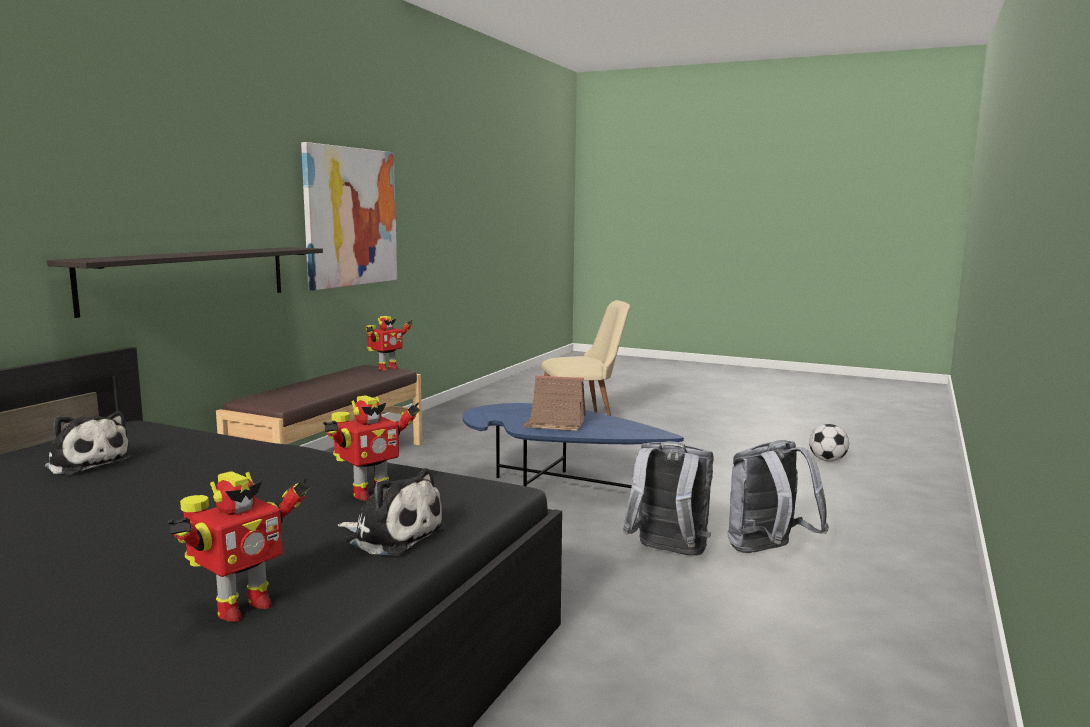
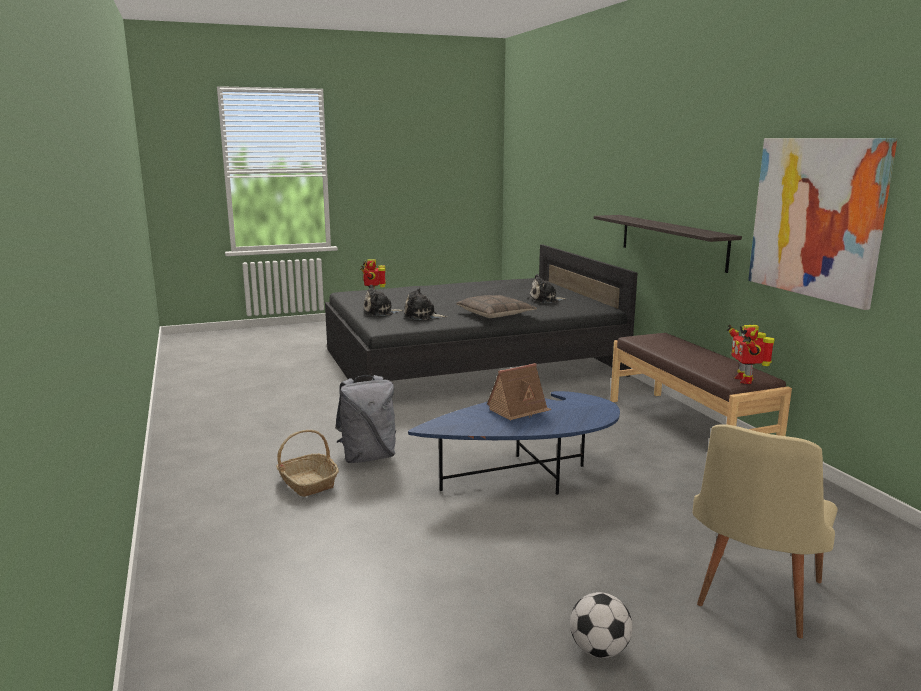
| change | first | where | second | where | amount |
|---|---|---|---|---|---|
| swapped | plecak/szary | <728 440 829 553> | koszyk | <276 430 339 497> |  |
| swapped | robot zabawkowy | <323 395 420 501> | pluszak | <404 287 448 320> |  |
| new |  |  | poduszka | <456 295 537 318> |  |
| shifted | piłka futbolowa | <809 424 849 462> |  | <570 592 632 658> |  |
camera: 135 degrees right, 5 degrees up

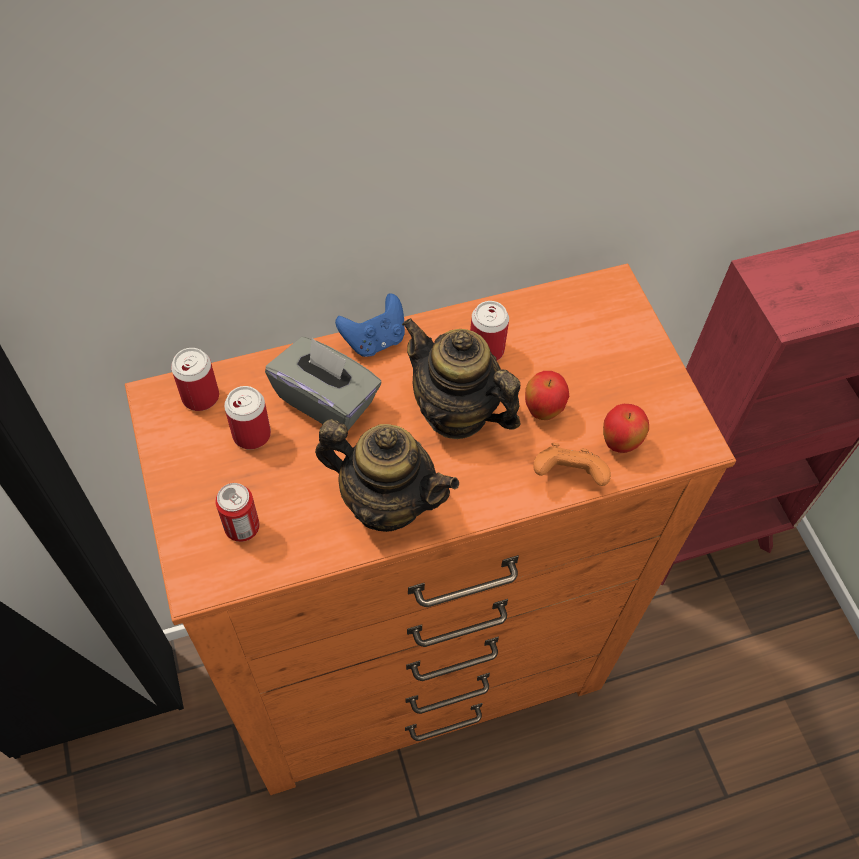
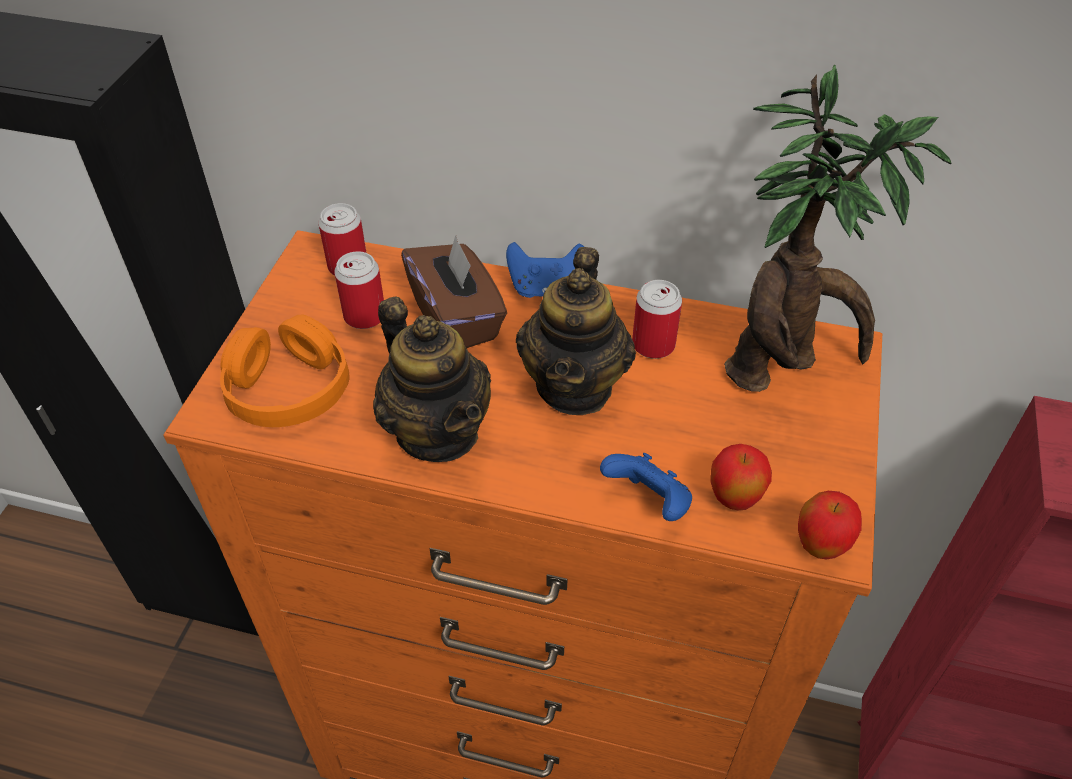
| change | first | where | second | where | amount |
|---|---|---|---|---|---|
| swapped | puszka | <215 483 260 542> | słuchawki/pomarańczowy | <220 315 350 427> |  |
| repainted | pudełko chusteczek/szary | <265 337 381 430> | pudełko chusteczek/brązowy | <401 235 507 348> |  |
| rotated | imbryk | <402 318 520 439> |  | <516 247 636 415> | 150 degrees counterclockwise |
| repainted | pad do gier/pomarańczowy | <533 443 611 486> | pad do gier/niebieski | <600 453 692 521> |  |
| new |  |  | roślina doniczkowa | <724 65 952 392> |  |
| shifted | jabłko | <525 371 569 420> |  | <798 491 862 559> |  |
camera: 35 degrees right, 10 degrees down

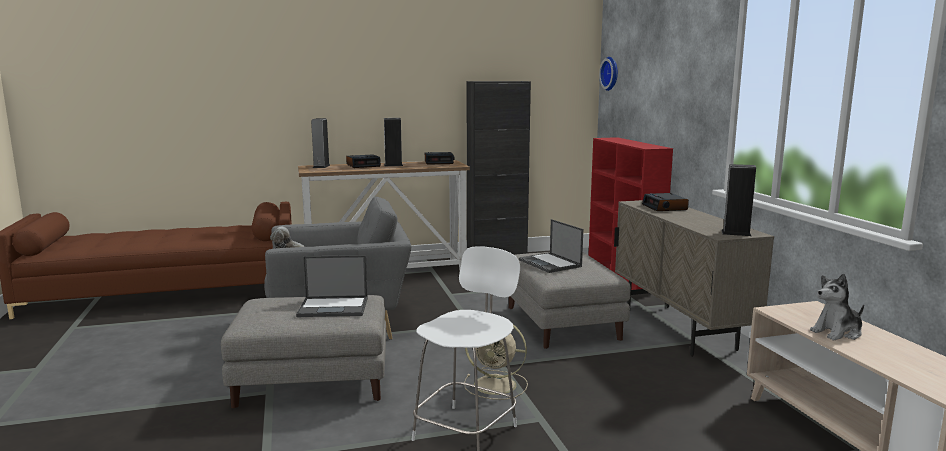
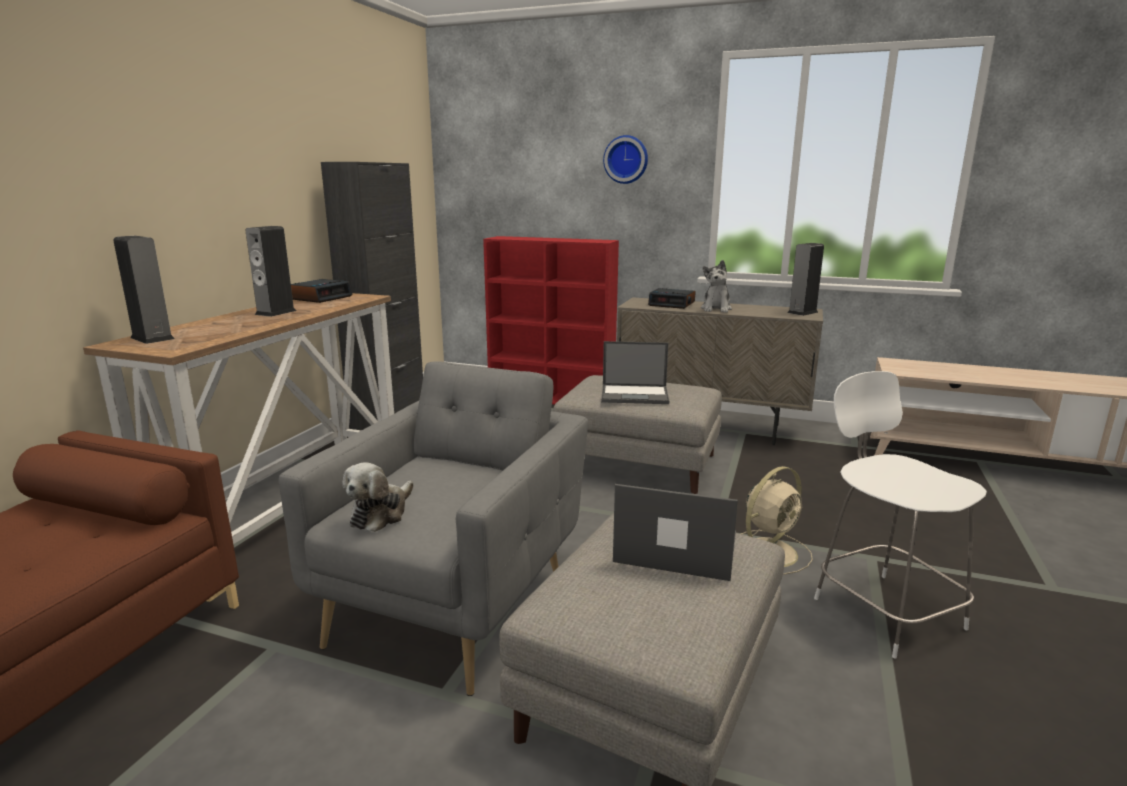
| change | first | where | second | where | amount |
|---|---|---|---|---|---|
| shifted | zegar ścienny | <599 57 618 91> |  | <603 135 648 184> |  |
| rotated | laptop | <296 255 368 317> |  | <613 484 738 581> | 105 degrees counterclockwise |
| shifted | pluszak | <810 274 864 340> |  | <701 260 732 313> |  |
| gone | budzik | <346 154 381 168> |  |  |  |
camera: 55 degrees left, 5 degrees up

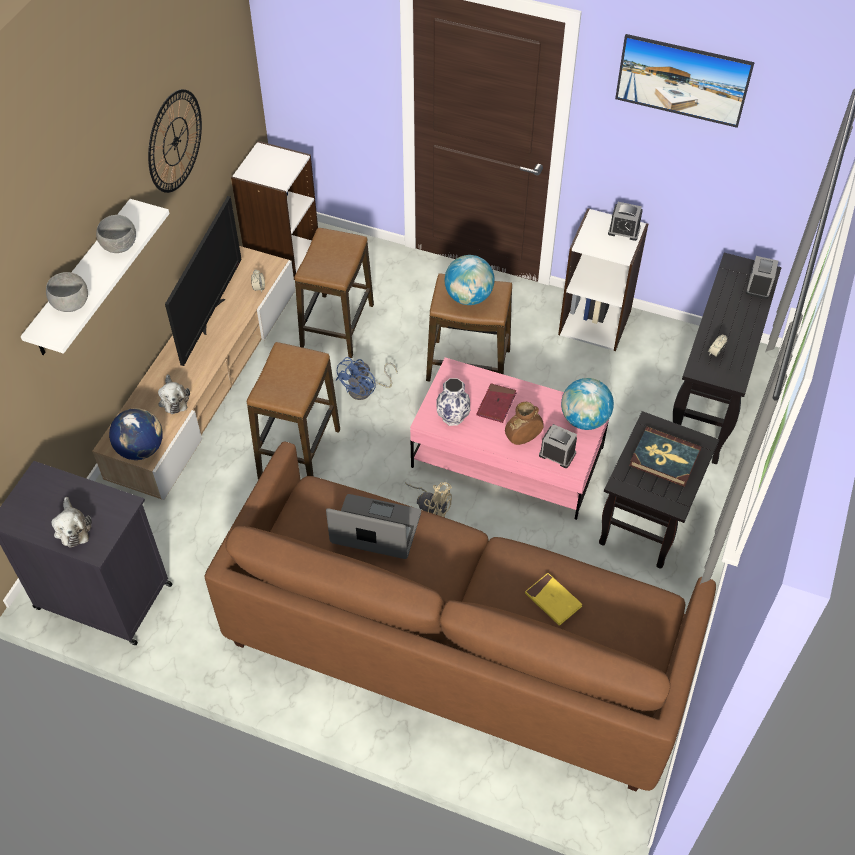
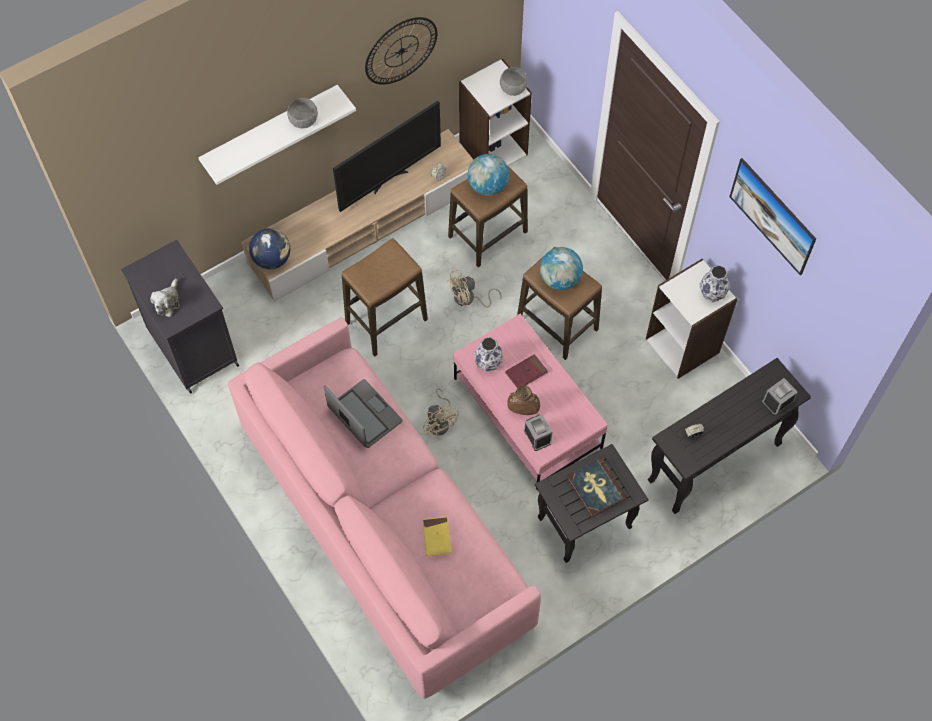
| change | first | where | second | where | amount |
|---|---|---|---|---|---|
| repainted | kanapa/brązowy | <205 442 716 791> | kanapa/różowy | <228 318 541 699> |  |
| repainted | wentylator/niebieski | <335 357 398 400> | wentylator/beżowy | <447 269 502 308> |  |
| shifted | globus | <561 378 614 430> |  | <467 154 509 196> |  |
| shifted | miska/szary | <46 272 88 312> |  | <500 67 528 96> |  |
| swapped | budzik | <608 202 643 241> | wazon | <699 265 730 302> |  |
| gone | pluszak | <158 374 190 414> |  |  |  |
camera: 35 degrees right, 10 degrees up

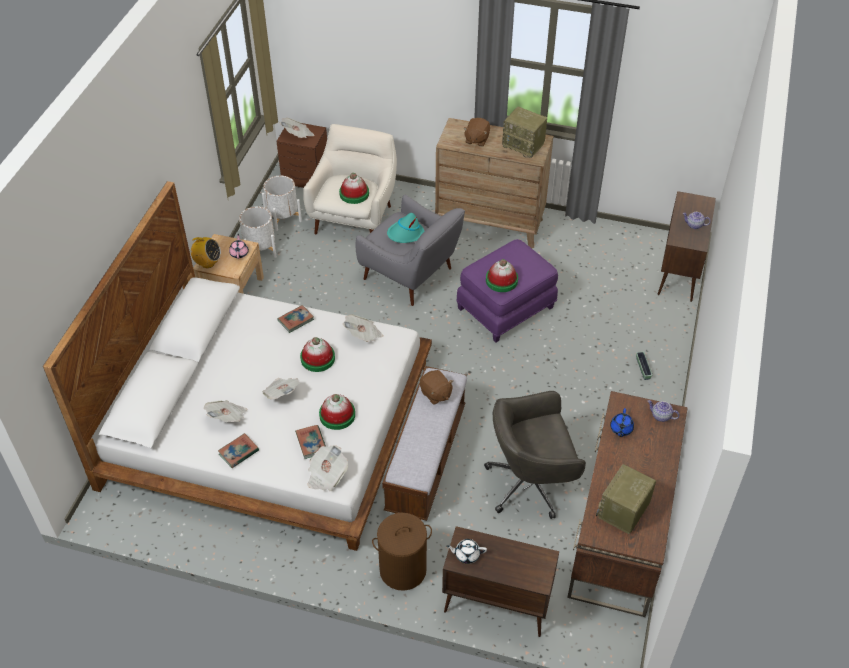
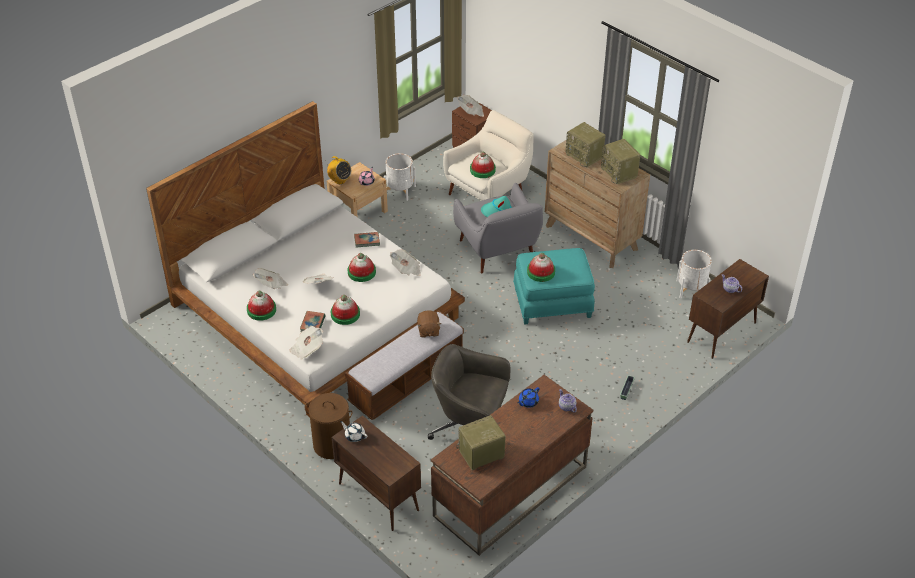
| change | first | where | second | where | amount |
|---|---|---|---|---|---|
| swapped | książka | <218 433 259 468> | kapelusz | <247 291 276 321> |  |
| repainted | pufa/fioletowy | <456 239 558 342> | pufa/turkusowy | <513 248 595 325> |  |
| swapped | pluszak/brązowy | <463 118 490 147> | radio | <566 122 606 167> |  |
| shifted | donica/biały | <262 175 302 231> |  | <677 250 712 299> |  |
camera: 30 degrees right, 5 degrees down

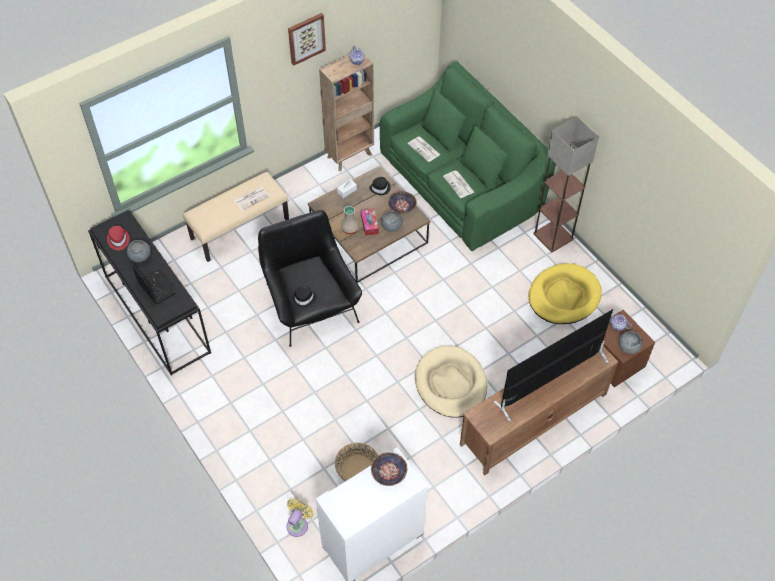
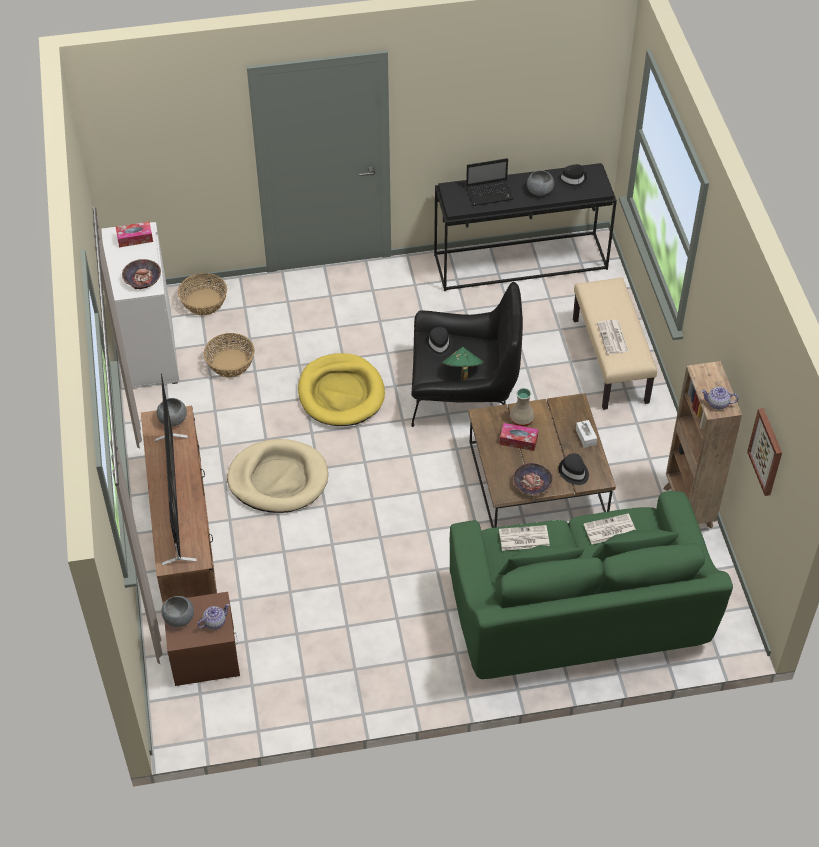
| change | first | where | second | where | amount |
|---|---|---|---|---|---|
| new |  |  | pudełko chusteczek | <116 222 153 247> |  |
| shifted | miska/szary | <381 211 403 232> |  | <157 398 187 426> |  |
| swapped | wentylator/żółty | <286 498 314 537> | koszyk | <178 273 227 315> |  |
| shifted | legowisko/żółty | <529 263 602 324> |  | <298 353 385 426> |  |
| new |  |  | kapelusz/zielony | <442 347 484 381> |  |
| repainted | kapelusz/czerwony | <107 226 130 250> | kapelusz/czarny | <557 164 587 188> |  |
| shifted | obraz | <288 13 326 66> |  | <747 408 782 496> |  |
| gone | lampa stojąca | <533 117 599 252> |  |  |  |
camera: 115 degrees right, 5 degrees down

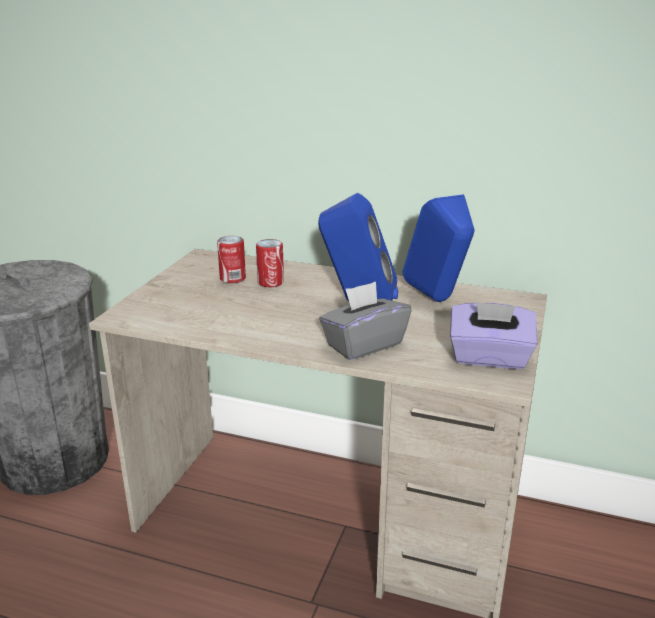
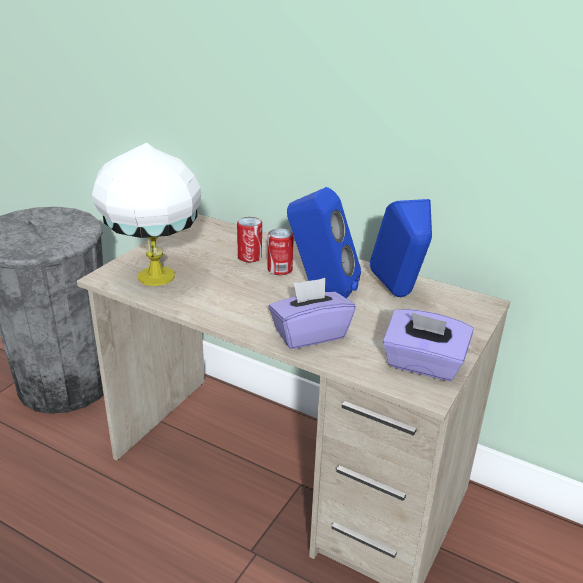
| change | first | where | second | where | amount |
|---|---|---|---|---|---|
| new |  |  | lampa stołowa/biały | <92 143 201 286> |  |
| shifted | puszka | <217 236 246 283> |  | <267 228 294 275> |  |
| repainted | pudełko chusteczek/szary | <319 281 412 360> | pudełko chusteczek/fioletowy | <269 278 356 349> |  |
camera: 10 degrees right, 5 degrees up

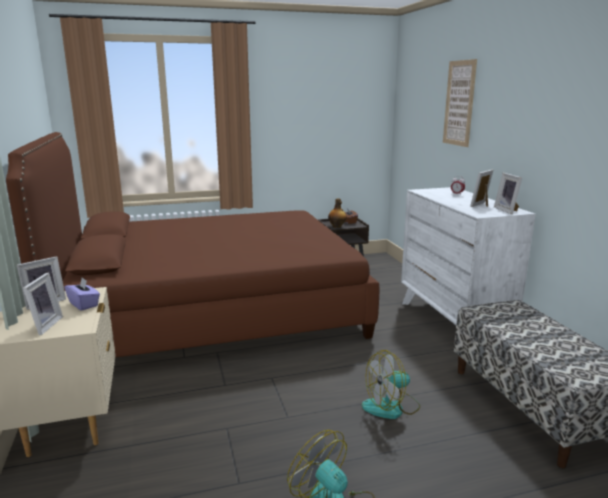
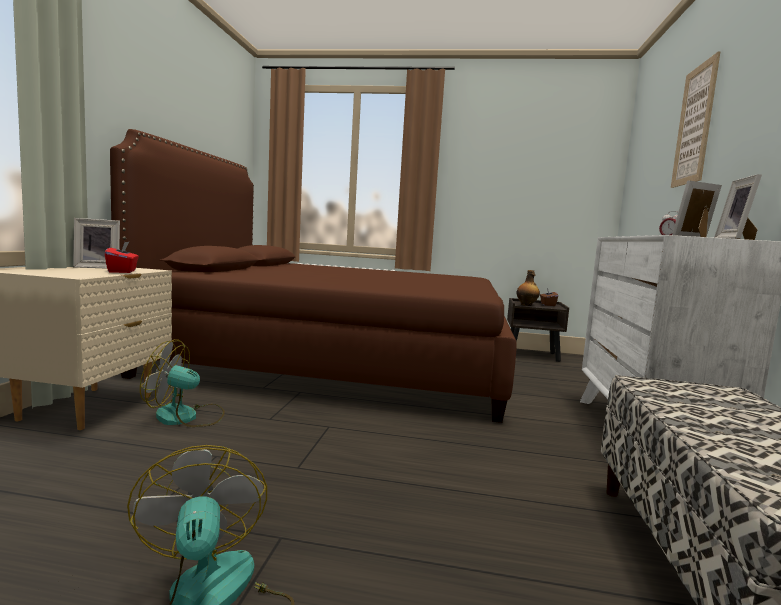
| change | first | where | second | where | amount |
|---|---|---|---|---|---|
| repainted | pudełko chusteczek/fioletowy | <65 278 100 311> | pudełko chusteczek/czerwony | <105 242 139 273> |  |
| shifted | wentylator | <362 350 420 419> |  | <140 339 225 427> |  |
| gone | ramka na zdjęcie | <23 273 63 336> |  |  |  |
camera: 25 degrees right, 10 degrees down

